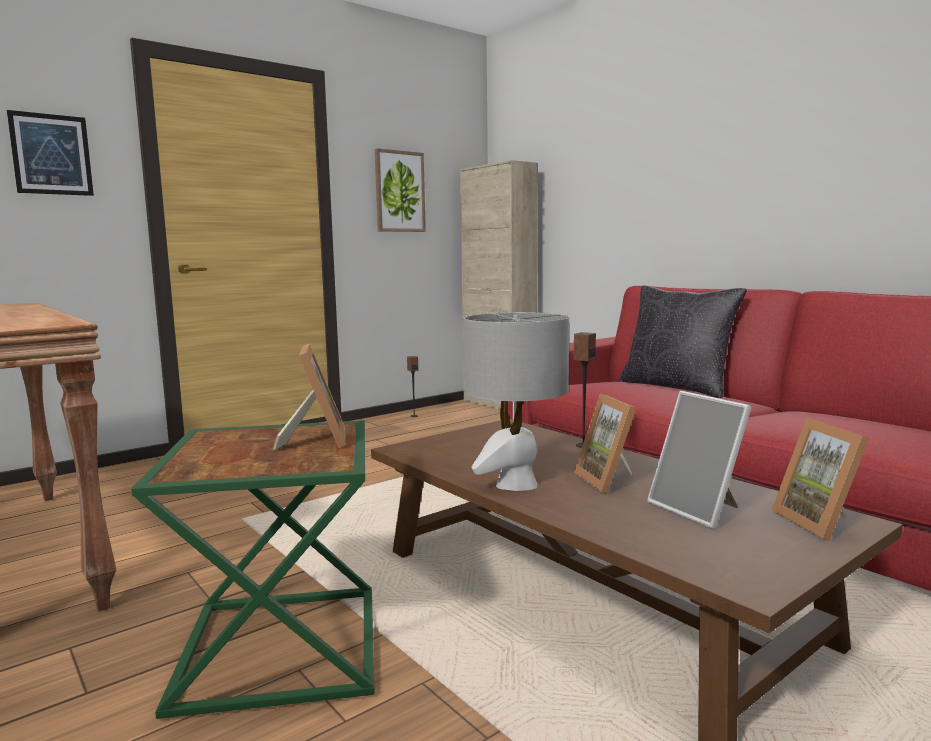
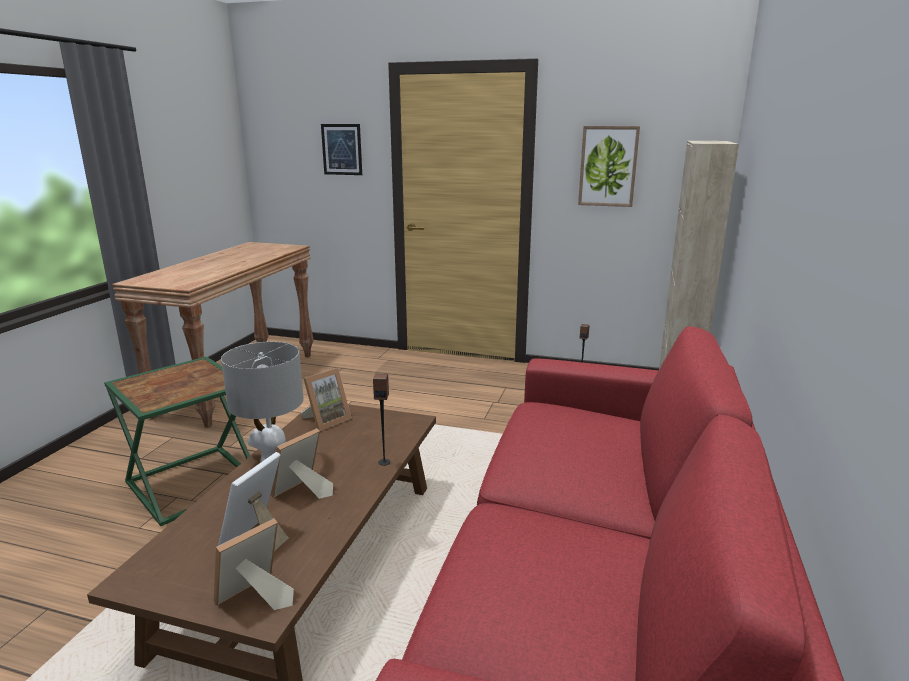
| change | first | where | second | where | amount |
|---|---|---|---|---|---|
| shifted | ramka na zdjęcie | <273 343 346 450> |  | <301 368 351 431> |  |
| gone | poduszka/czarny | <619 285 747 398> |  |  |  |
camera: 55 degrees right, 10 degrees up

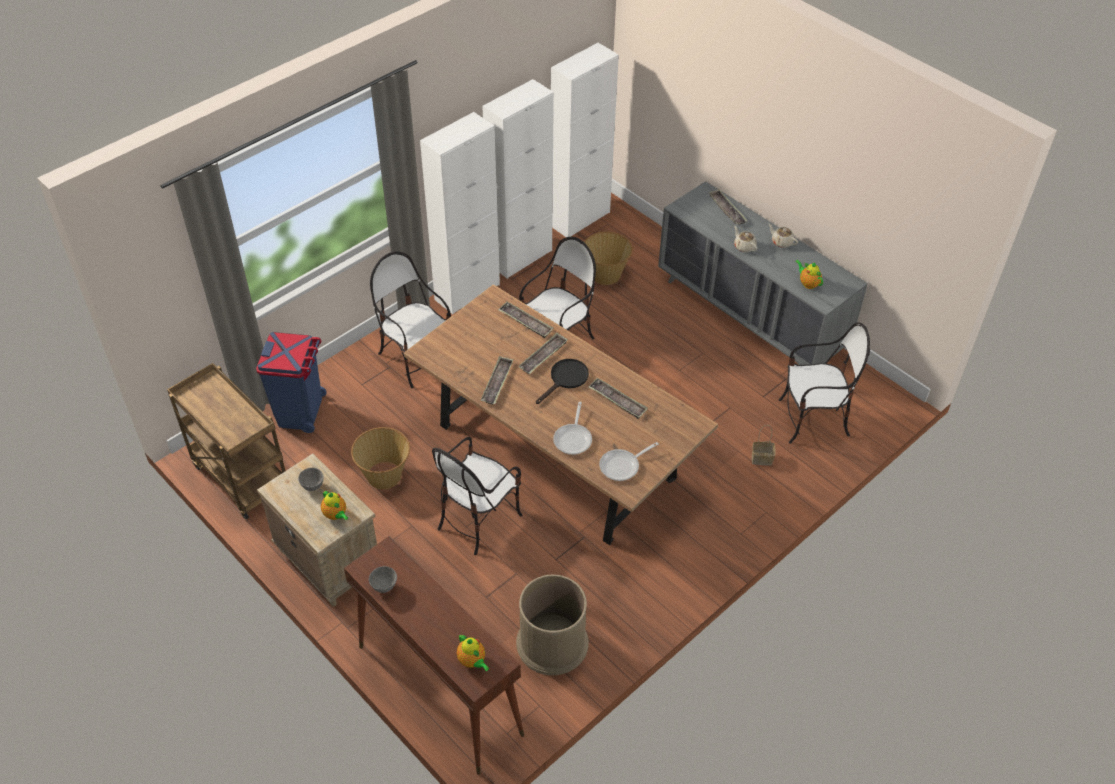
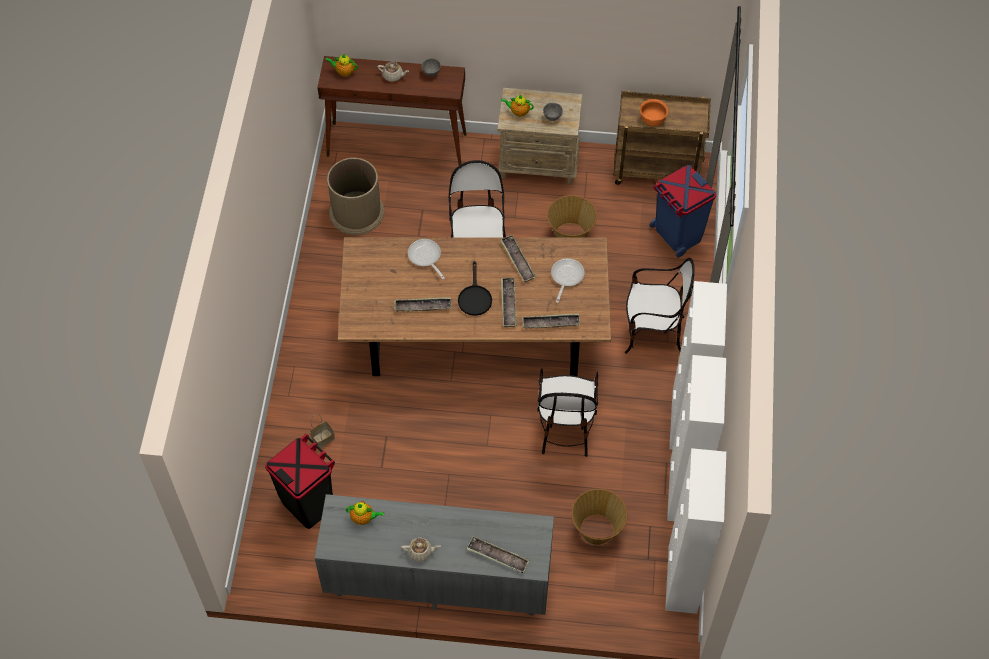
| change | first | where | second | where | amount |
|---|---|---|---|---|---|
| swapped | krzesło | <779 322 870 444> | kosz na śmieci/czarny | <265 434 335 529> |  |
| shifted | imbryk/beżowy | <734 226 757 252> |  | <377 62 409 82> |  |
| shifted | patelnia | <599 442 658 481> |  | <551 258 584 303> |  |
| new |  |  | miska/pomarańczowy | <640 99 668 127> |  |
camera: 140 degrees right, 10 degrees up

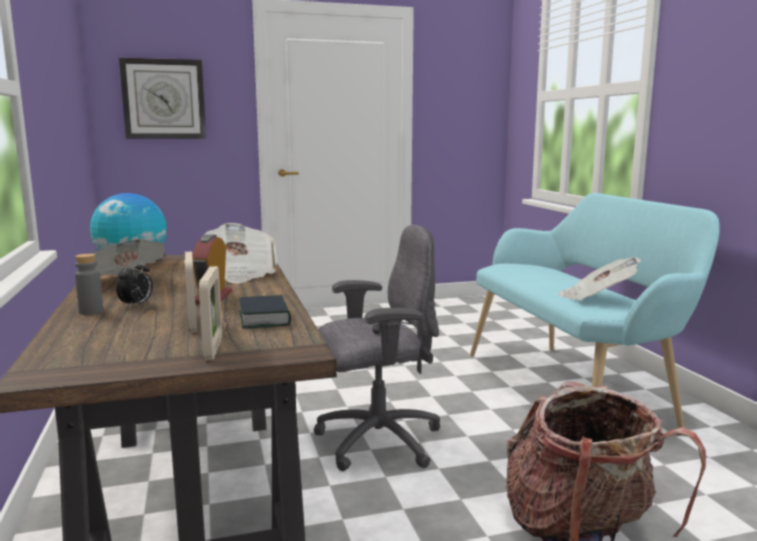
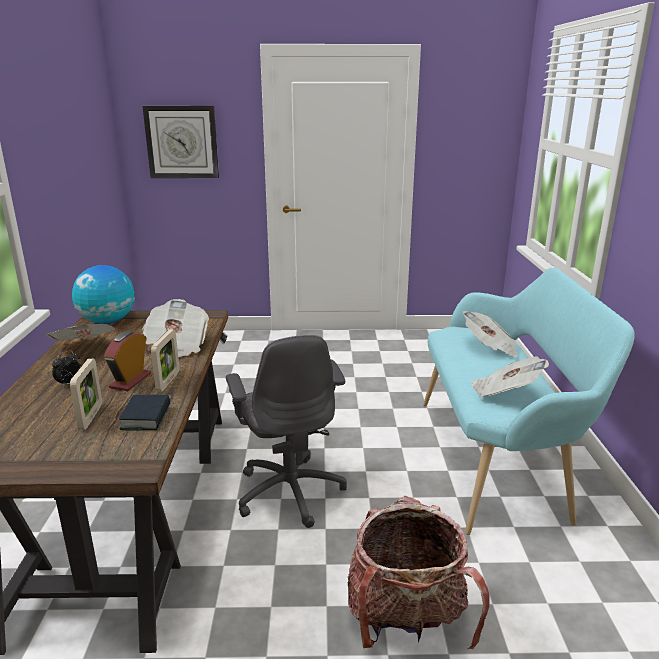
| change | first | where | second | where | amount |
|---|---|---|---|---|---|
| shifted | ramka na zdjęcie | <199 266 222 360> |  | <151 329 179 392> |  |
| rotated | krzesło biurowe/szary | <314 225 440 471> |  | <226 335 347 528> | 75 degrees clockwise |
| new |  |  | gazeta | <463 311 517 357> |  |
| gone | butelka/szary | <75 254 103 315> |  |  |  |
camera: 15 degrees right, 10 degrees up

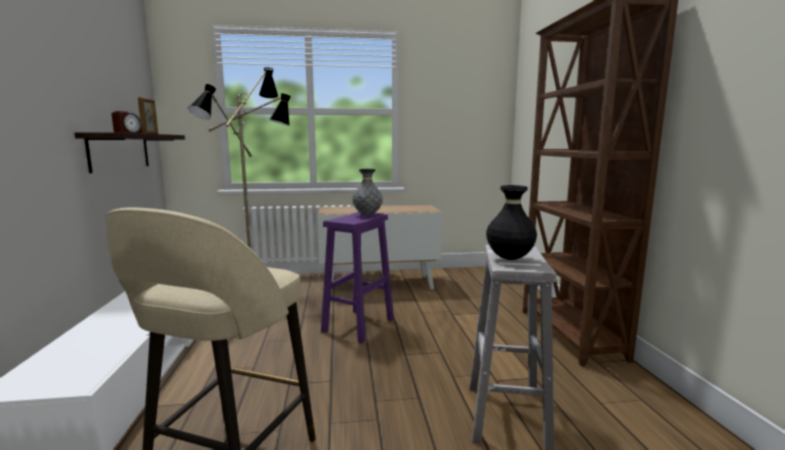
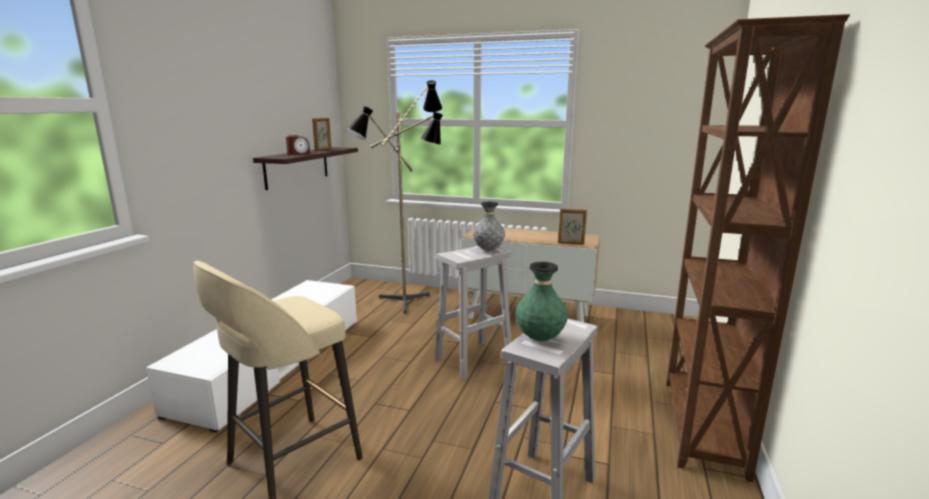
| change | first | where | second | where | amount |
|---|---|---|---|---|---|
| repainted | stołek/fioletowy | <321 212 394 343> | stołek/biały | <435 246 512 380> |  |
| repainted | wazon/czarny | <486 185 537 260> | wazon/zielony | <516 262 568 341> |  |
| new |  |  | ramka na zdjęcie | <558 209 587 245> |  |
camera: 25 degrees right, 5 degrees up

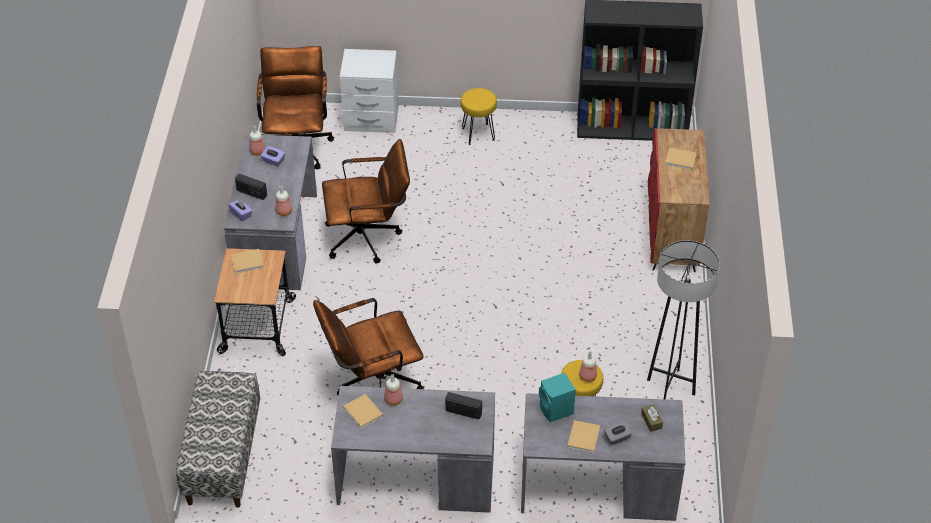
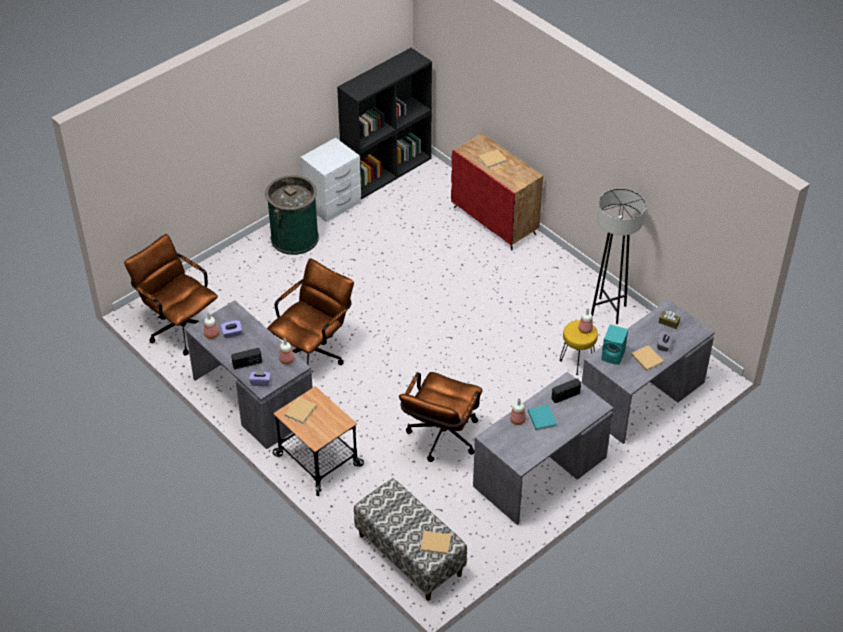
| change | first | where | second | where | amount |
|---|---|---|---|---|---|
| swapped | stołek/żółty | <461 88 497 145> | kosz na śmieci/zielony | <265 175 319 255> |  |
| shifted | szafka nocna/biały | <340 49 399 133> |  | <300 138 361 222> |  |
| shifted | książka/beżowy | <344 394 383 429> |  | <420 531 451 555> |  |
| new |  |  | książka/turkusowy | <528 405 557 430> |  |
camera: 45 degrees left, 0 degrees up

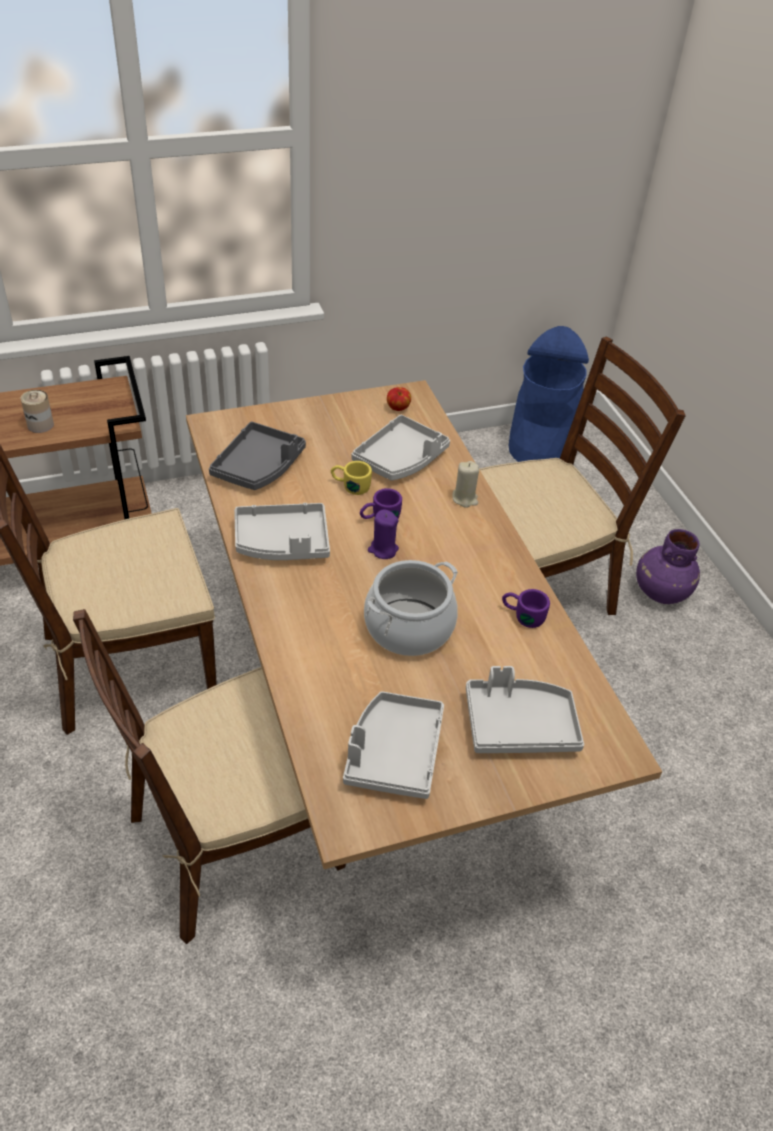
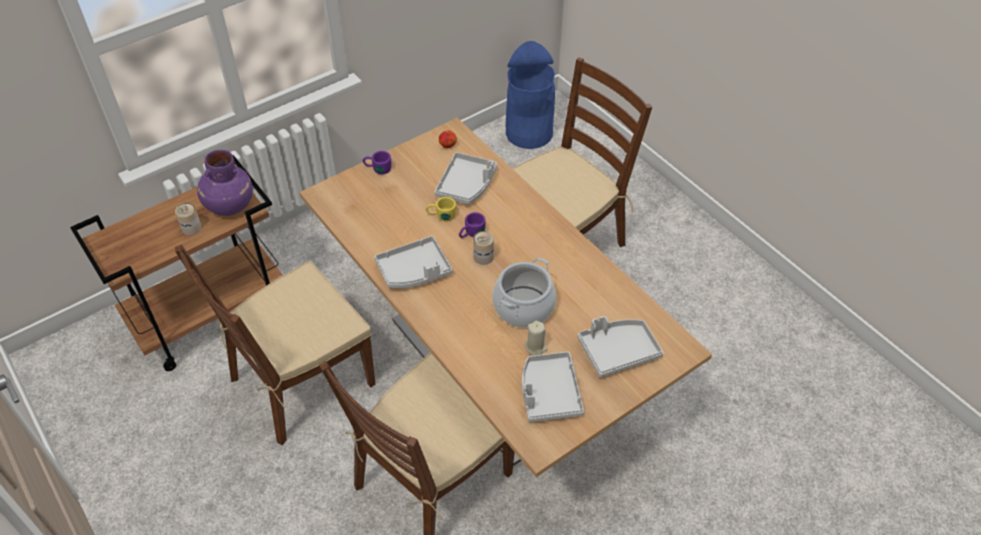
| change | first | where | second | where | amount |
|---|---|---|---|---|---|
| shifted | wazon/fioletowy | <636 529 700 604> |  | <197 150 253 216> |  |
| shifted | kubek/fioletowy | <502 589 550 628> |  | <362 151 392 174> |  |
| swapped | świeca/fioletowy | <368 509 399 559> | puszka | <473 231 494 265> |  |
| shifted | świeca/beżowy | <452 461 479 508> |  | <525 321 548 355> |  |
| gone | taca/szary | <209 422 306 490> |  |  |  |
camera: 15 degrees left, 5 degrees up

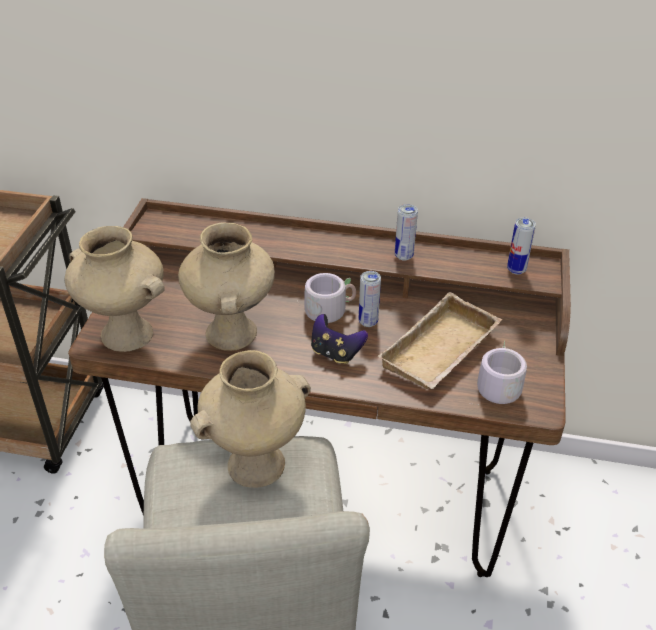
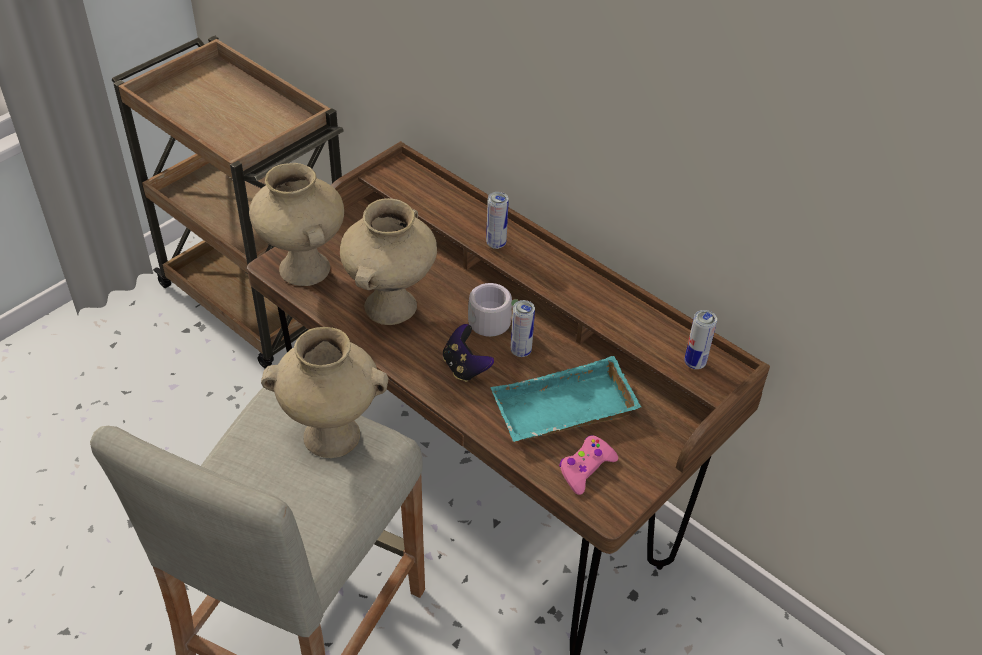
| change | first | where | second | where | amount |
|---|---|---|---|---|---|
| shifted | puszka | <395 204 418 260> |  | <486 192 509 249> |  |
| repainted | taca/beżowy | <378 292 502 389> | taca/turkusowy | <490 356 641 442> |  |
| swapped | kubek/szary | <469 341 527 405> | pad do gier/różowy | <559 435 618 495> |  |
camera: 30 degrees right, 5 degrees up

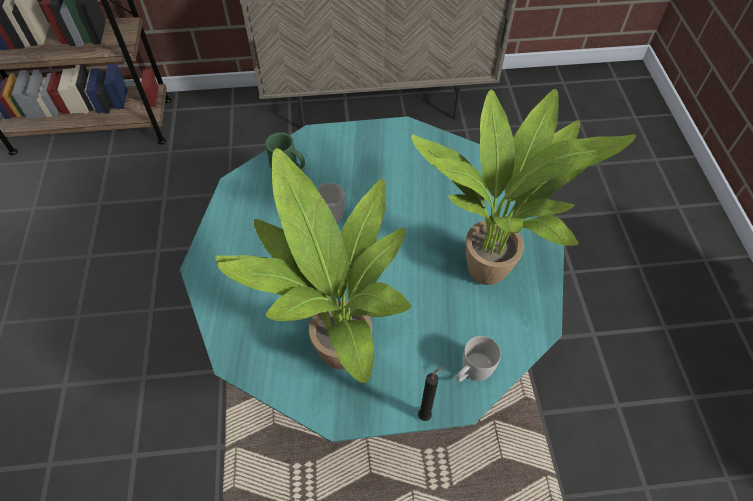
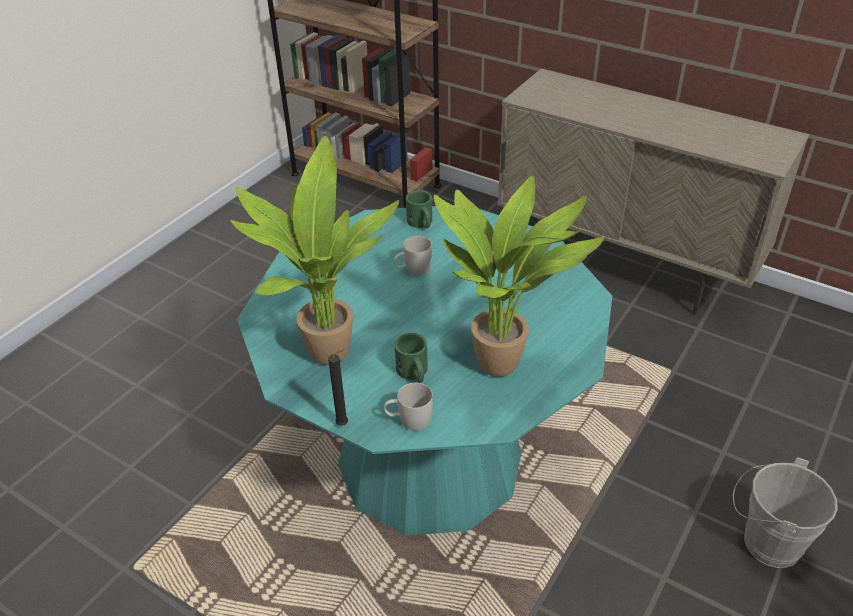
| change | first | where | second | where | amount |
|---|---|---|---|---|---|
| new |  |  | kubek/zielony | <394 333 428 383> |  |
| new |  |  | wiadro/szary | <733 457 838 568> |  |
camera: 40 degrees right, 15 degrees down

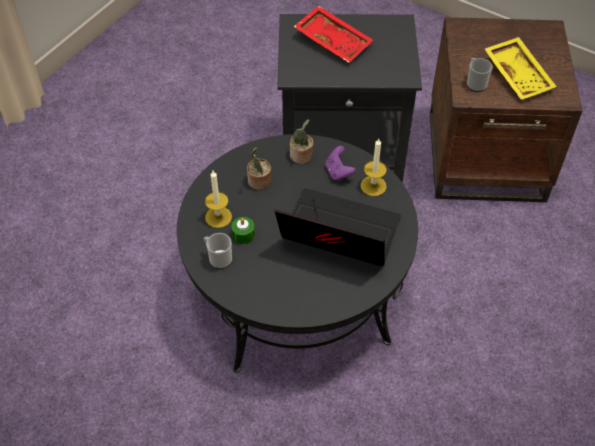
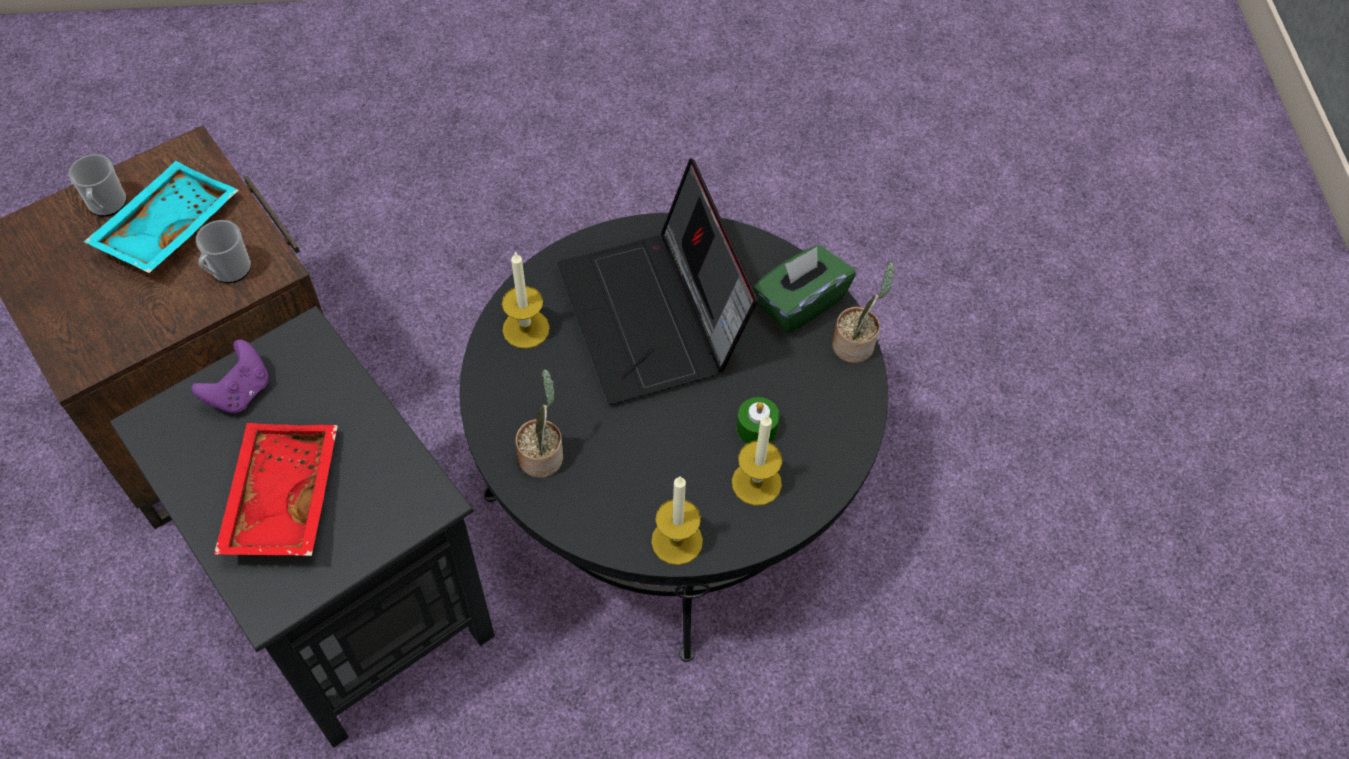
| change | first | where | second | where | amount |
|---|---|---|---|---|---|
| shifted | kubek | <204 233 232 269> |  | <69 154 127 216> |  |
| repainted | taca/żółty | <485 37 557 100> | taca/turkusowy | <84 161 239 273> |  |
| shifted | pad do gier/fioletowy | <325 146 355 181> |  | <191 339 269 414> |  |
| new |  |  | świeca | <651 476 703 565> |  |
| new |  |  | pudełko chusteczek/zielony | <753 245 856 334> |  |
| shifted | roślina doniczkowa | <247 147 271 190> |  | <832 262 894 363> |  |
camera: 130 degrees left, 5 degrees up

